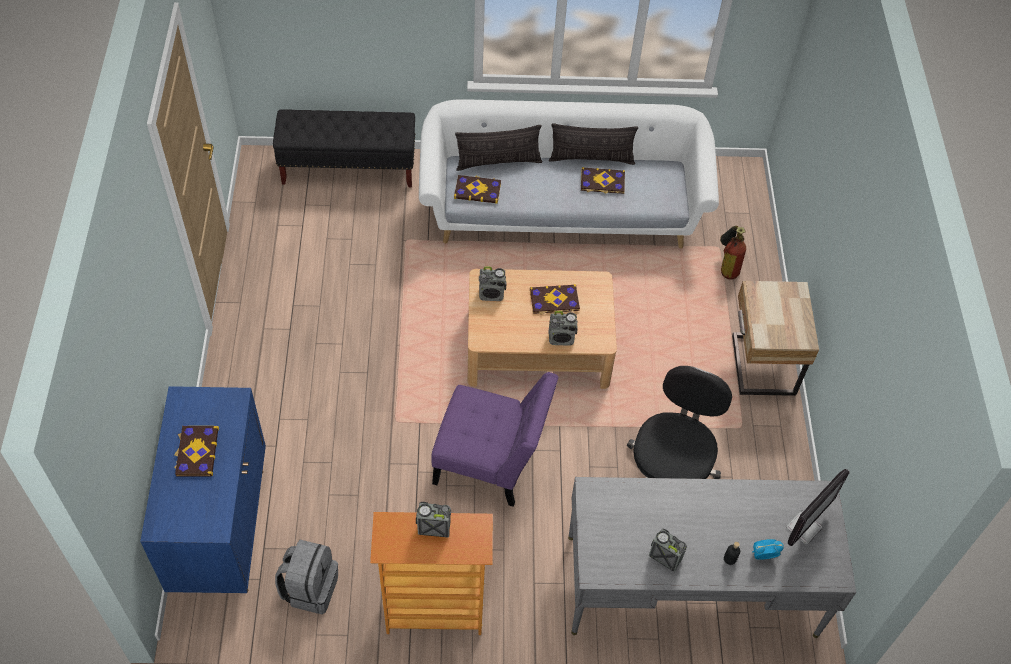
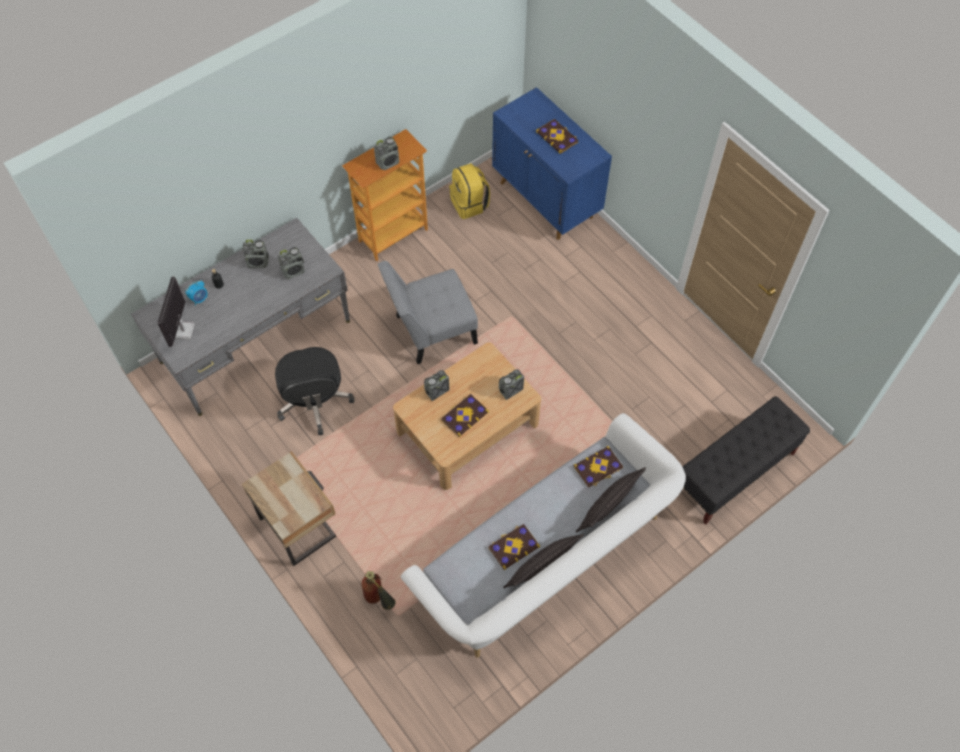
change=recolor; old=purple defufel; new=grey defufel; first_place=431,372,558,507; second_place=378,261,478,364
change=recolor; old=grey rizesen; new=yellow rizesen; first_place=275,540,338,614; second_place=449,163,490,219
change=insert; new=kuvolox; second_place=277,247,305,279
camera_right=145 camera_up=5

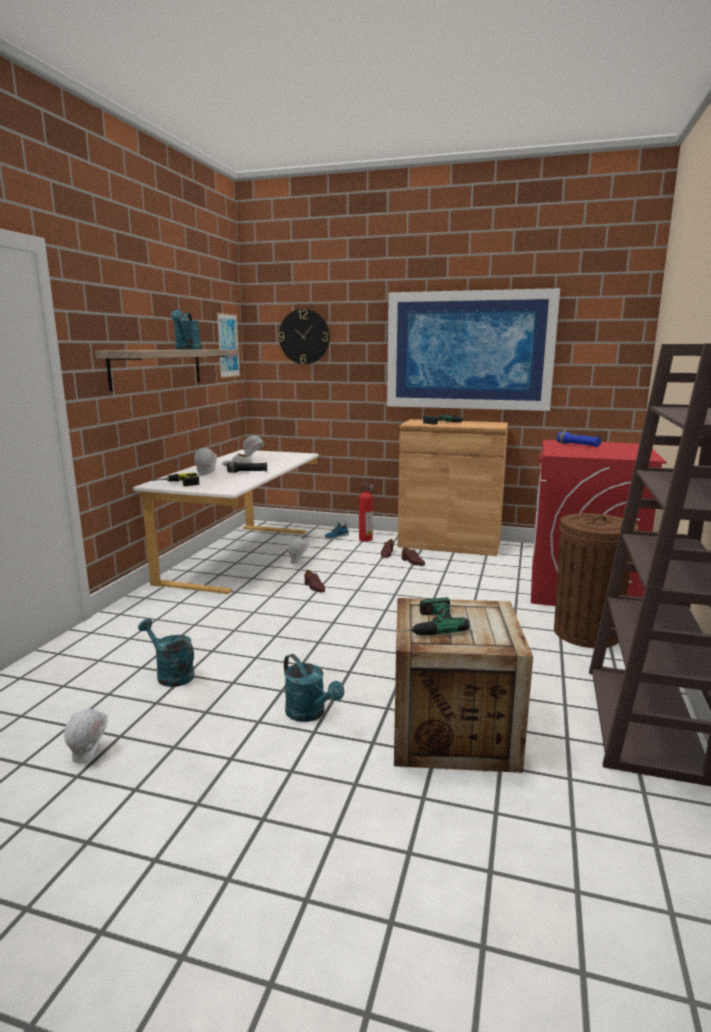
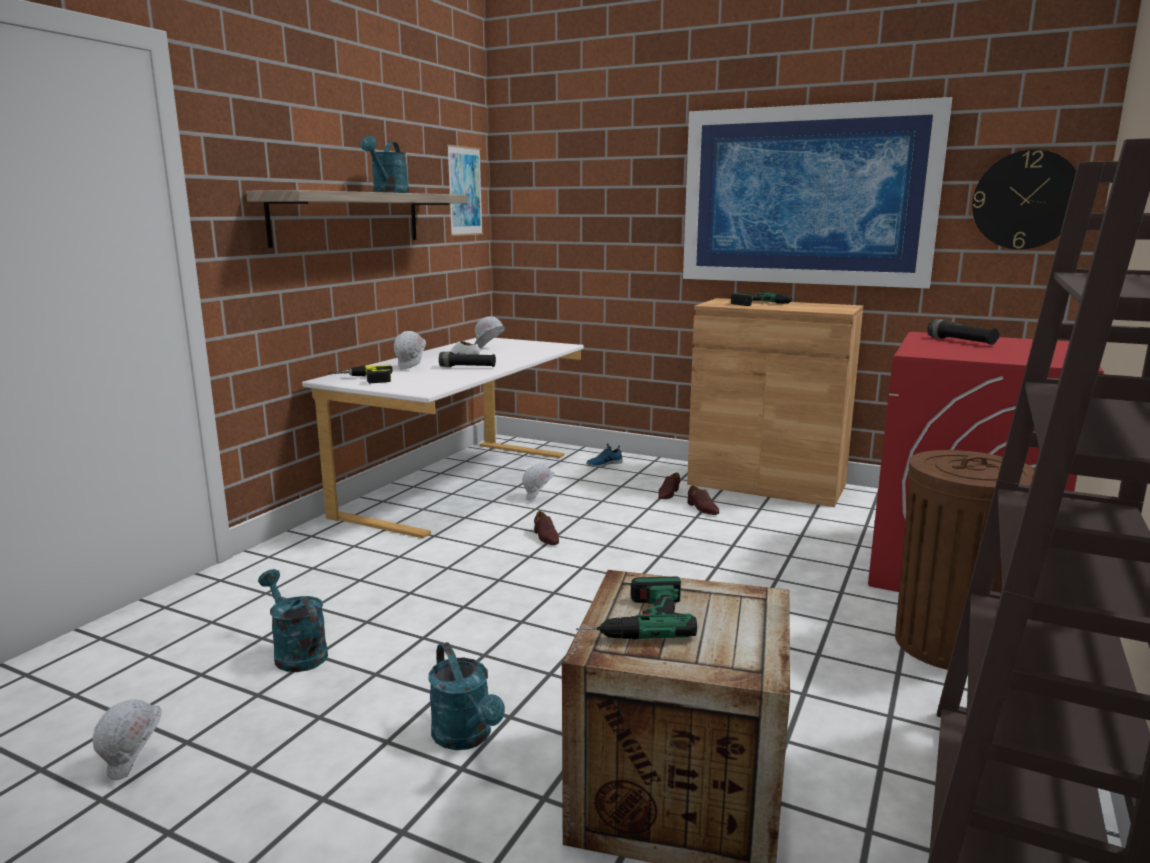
change=move; old=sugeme; first_place=279,309,330,364; second_place=972,149,1076,249
change=recolor; old=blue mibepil; new=black mibepil; first_place=557,432,601,447; second_place=928,319,1000,345
change=delete; old=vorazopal; first_place=359,481,374,542
camera_right=10 camera_up=0

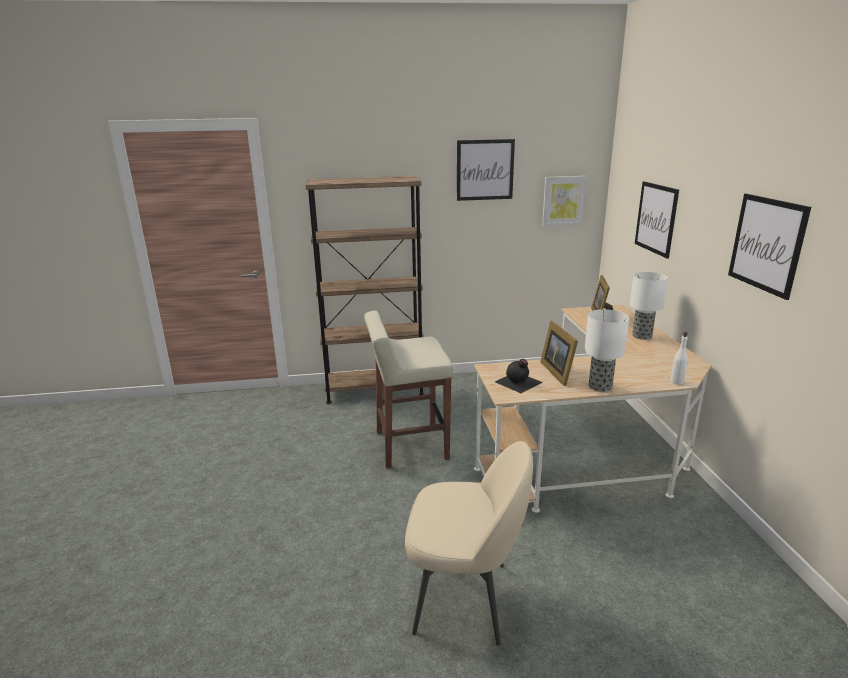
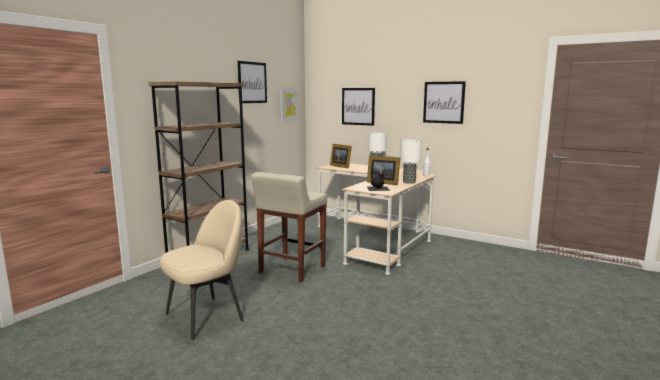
change=move; old=beige defufel; first_place=405,441,533,646; second_place=160,200,244,340
camera_right=-50 camera_up=-10

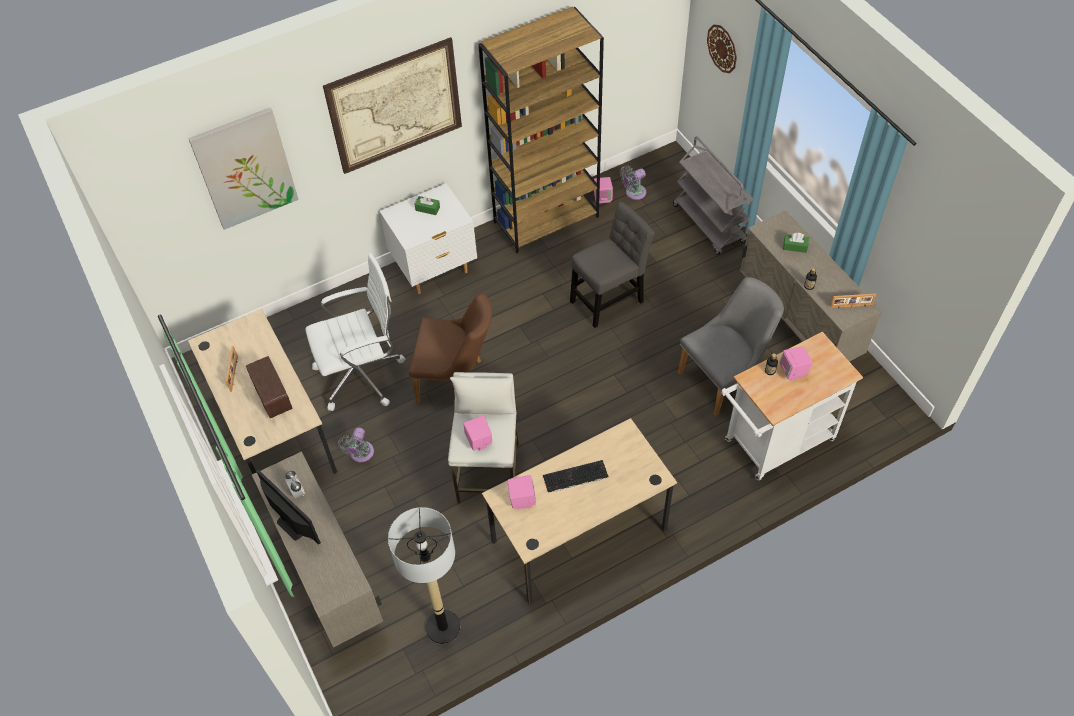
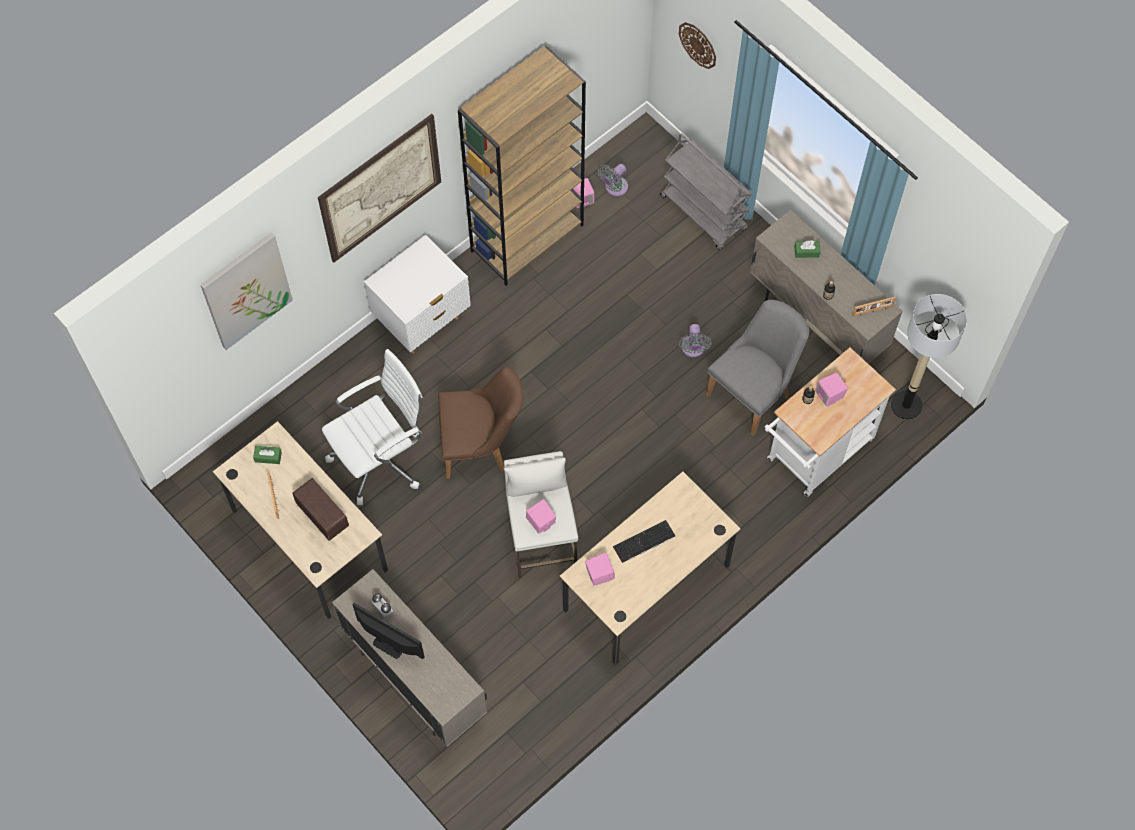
change=move; old=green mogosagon; first_place=414,196,440,215; second_place=253,446,282,464
change=delete; old=grey defufel; first_place=570,202,655,328
change=move; old=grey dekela; first_place=338,427,374,462; second_place=679,324,712,357
change=move; old=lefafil; first_place=388,507,460,644; second_place=891,294,967,420
camera_right=-15 camera_up=10

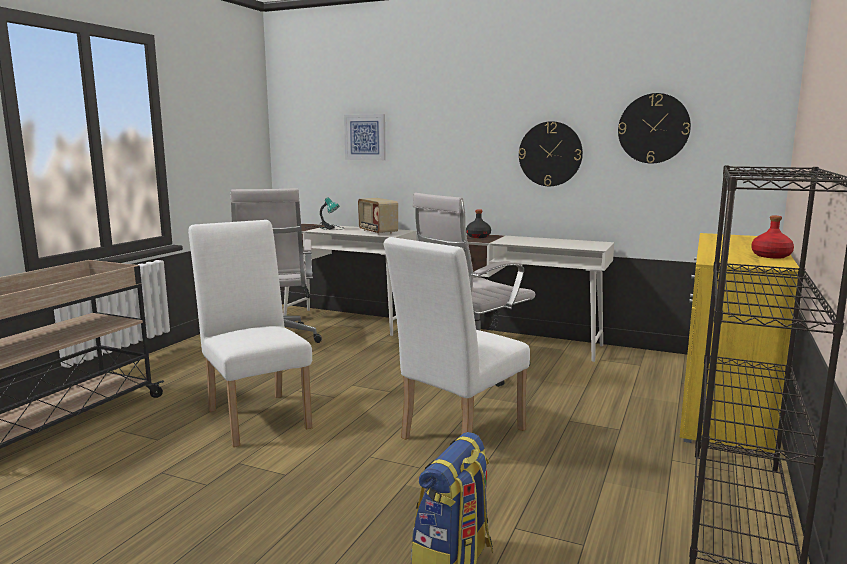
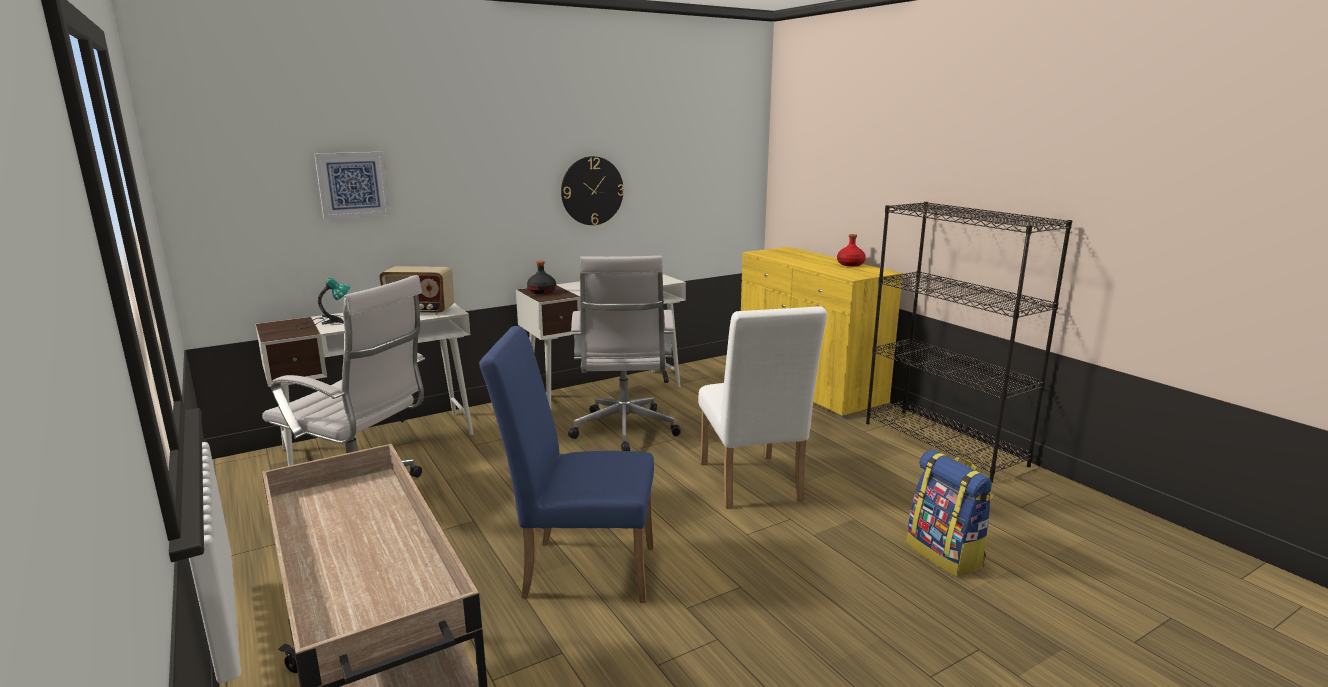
change=delete; old=sugeme; first_place=618,93,691,163
change=recolor; old=white defufel; new=blue defufel; first_place=188,220,312,447; second_place=479,326,654,603
camera_right=-55 camera_up=5

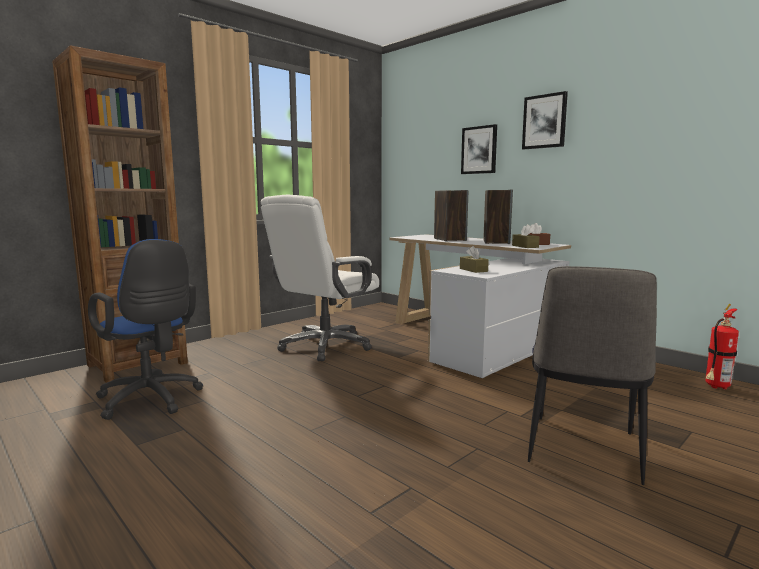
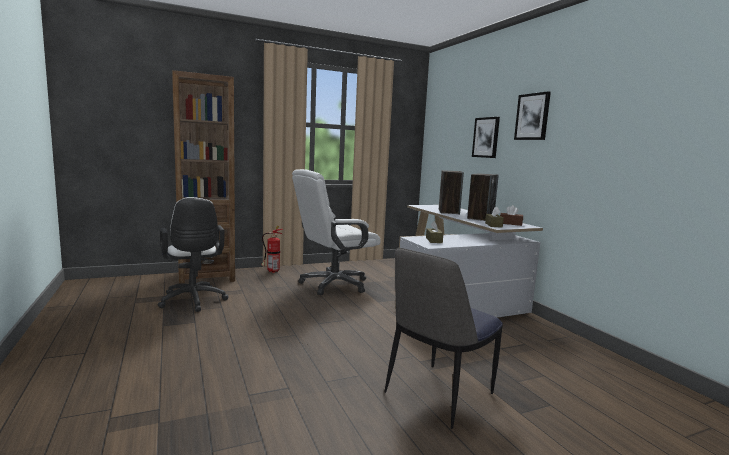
change=recolor; old=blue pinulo; new=white pinulo; first_place=88,239,203,420; second_place=158,197,229,312
change=move; old=vorazopal; first_place=706,304,739,389; second_place=261,225,283,273
camera_right=20 camera_up=0

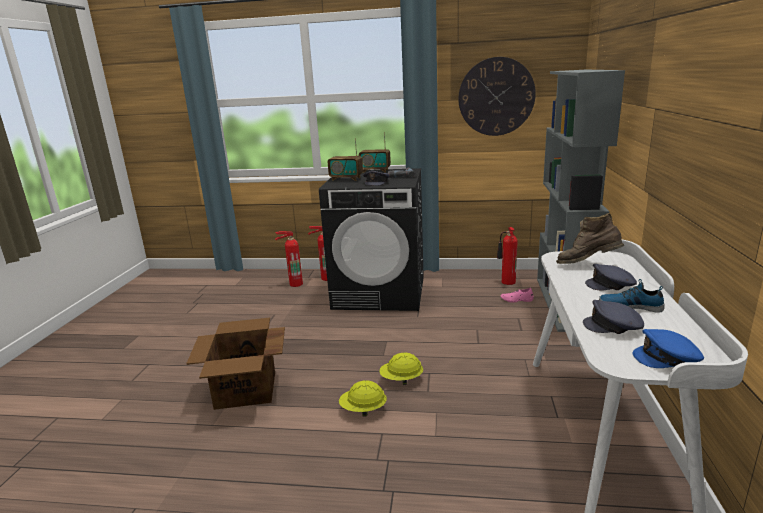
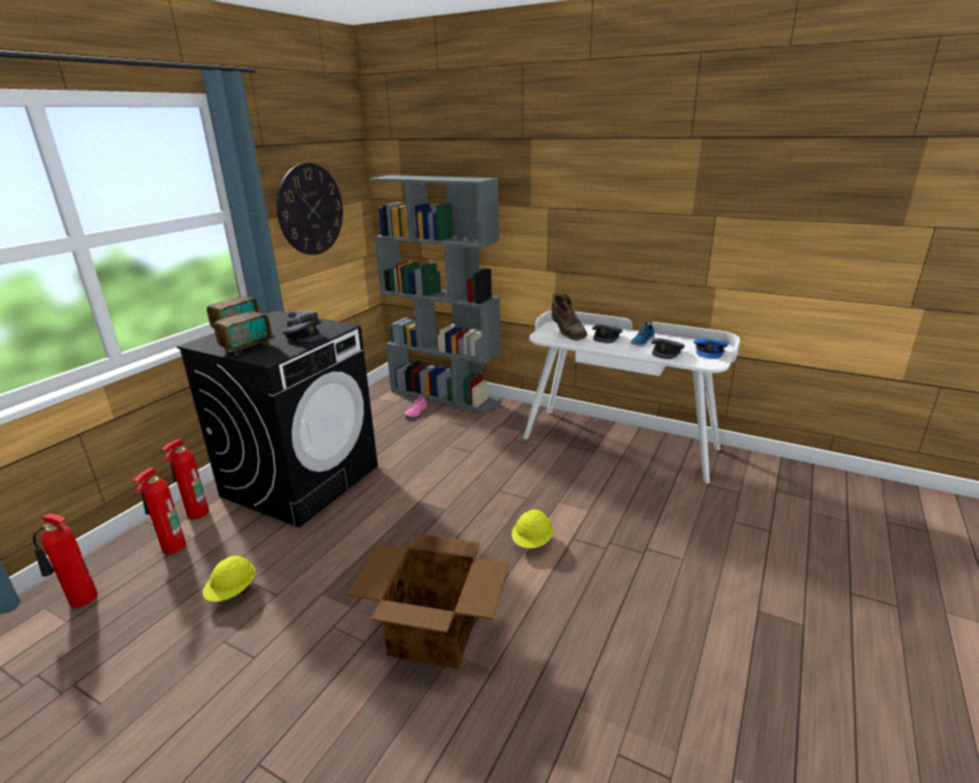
change=rotate; old=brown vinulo; first_place=556,213,624,264; second_place=552,292,587,340; degrees=-60
change=move; old=vorazopal; first_place=497,227,518,285; second_place=33,514,98,607
change=move; old=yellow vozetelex; first_place=379,352,423,385; second_place=203,556,256,602
camera_right=-70 camera_up=5

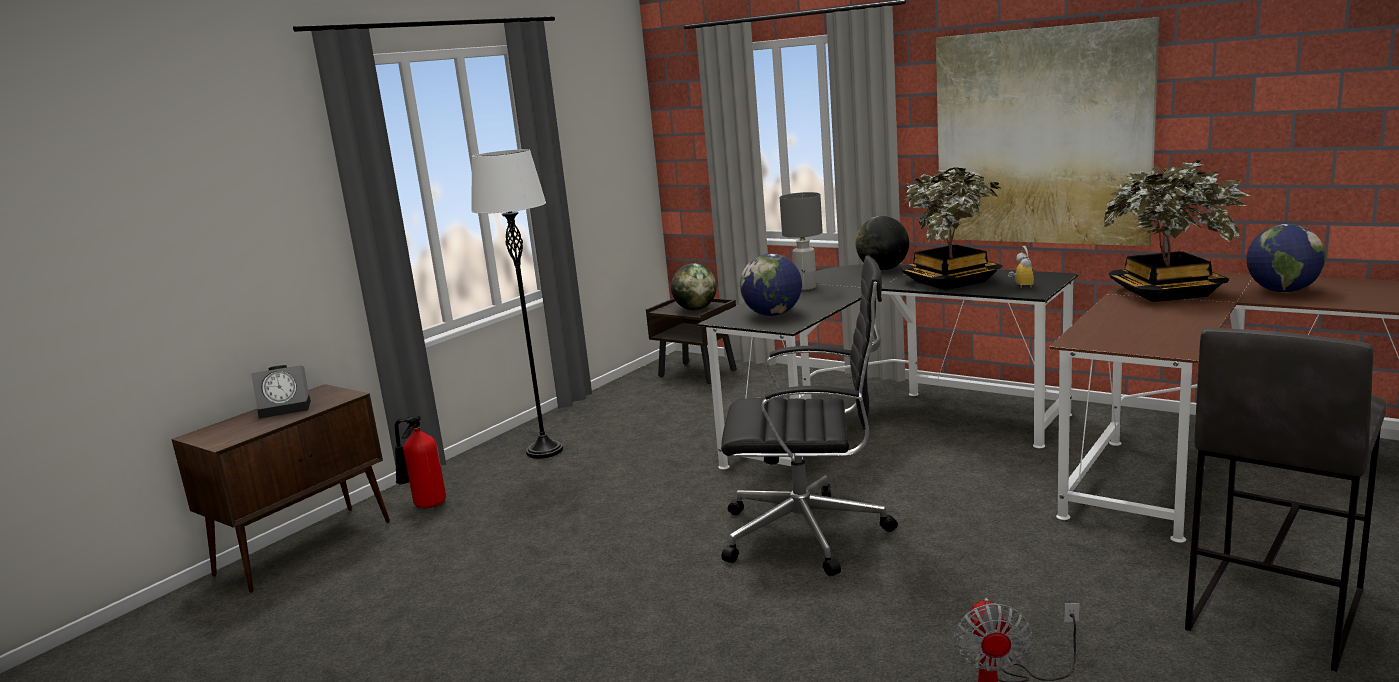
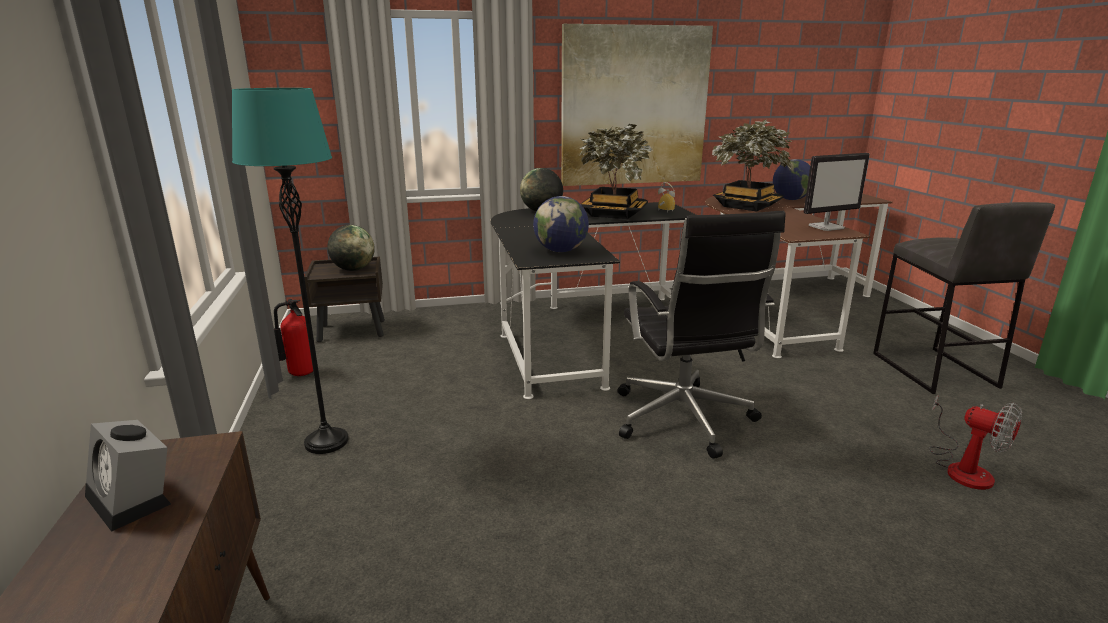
change=recolor; old=white lefafil; new=turquoise lefafil; first_place=471,149,563,459; second_place=232,88,349,454
change=delete; old=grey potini; first_place=779,192,823,290
change=rotate; old=black pinulo; first_place=721,255,898,576; second_place=617,211,786,458; degrees=120
change=rotate; old=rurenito; first_place=251,365,311,419; second_place=85,420,171,532; degrees=105
change=move; old=vorazopal; first_place=395,415,446,508; second_place=274,299,313,376
change=insert; new=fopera; second_place=804,153,870,231
camera_right=-50 camera_up=5

